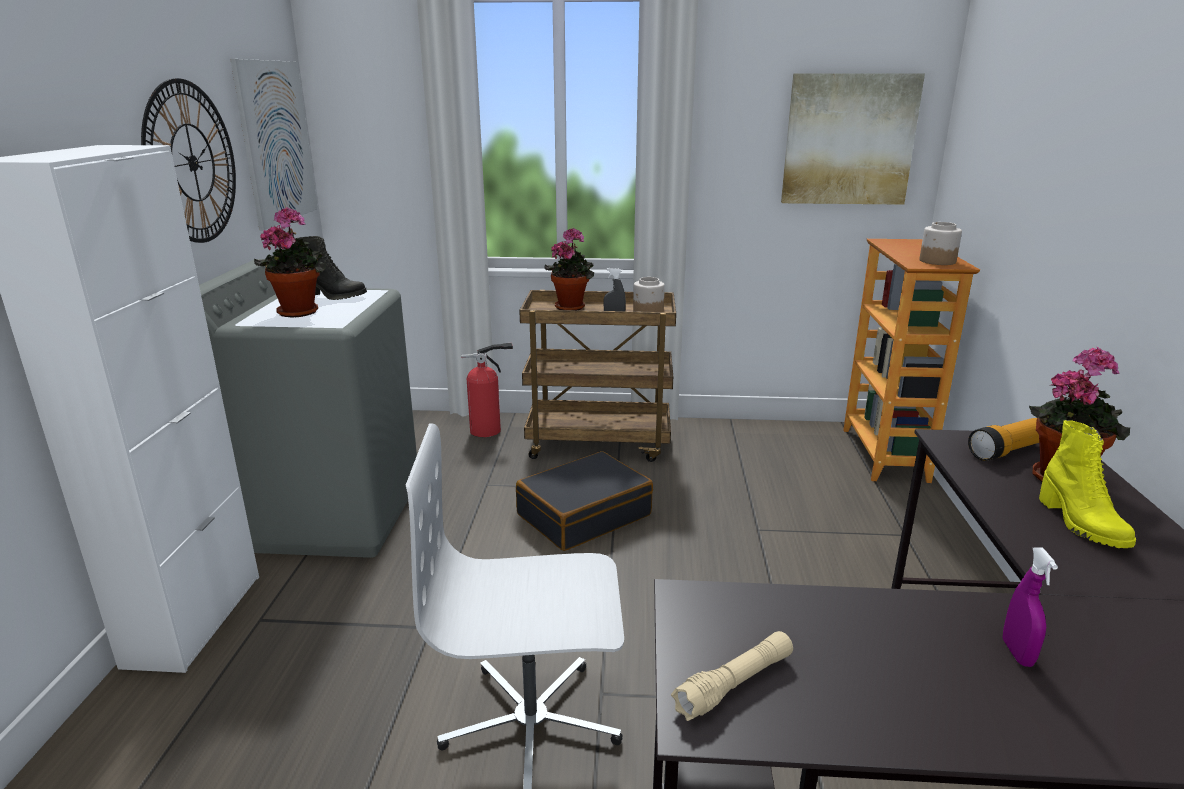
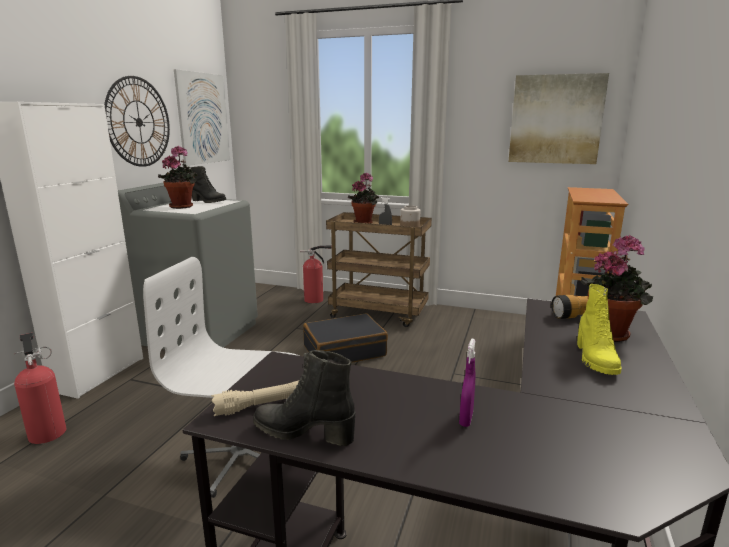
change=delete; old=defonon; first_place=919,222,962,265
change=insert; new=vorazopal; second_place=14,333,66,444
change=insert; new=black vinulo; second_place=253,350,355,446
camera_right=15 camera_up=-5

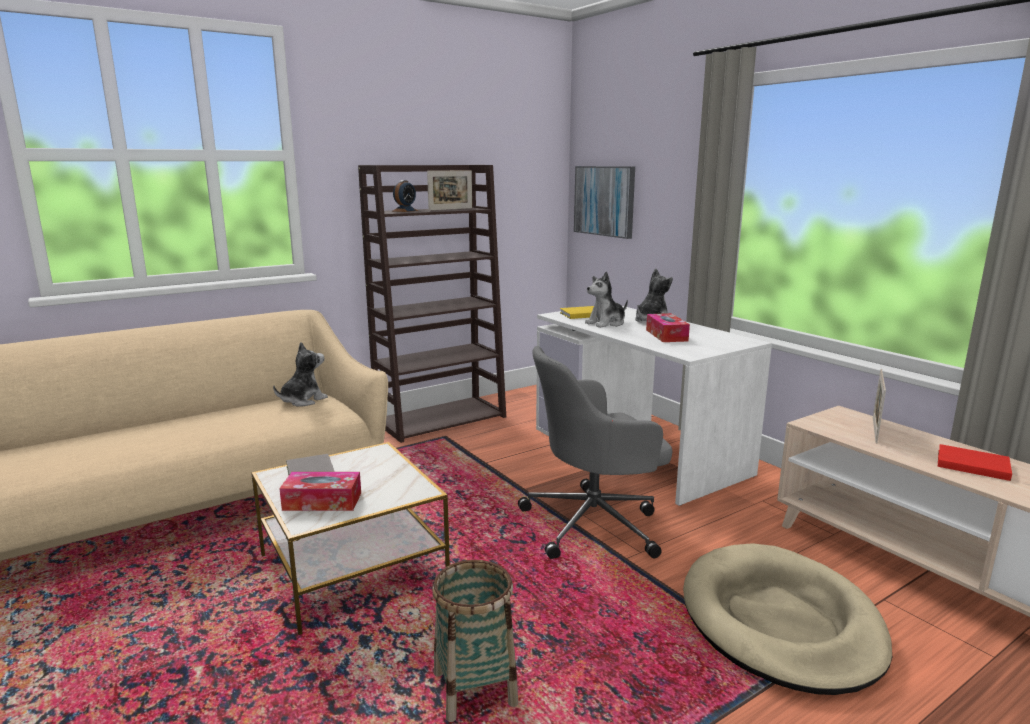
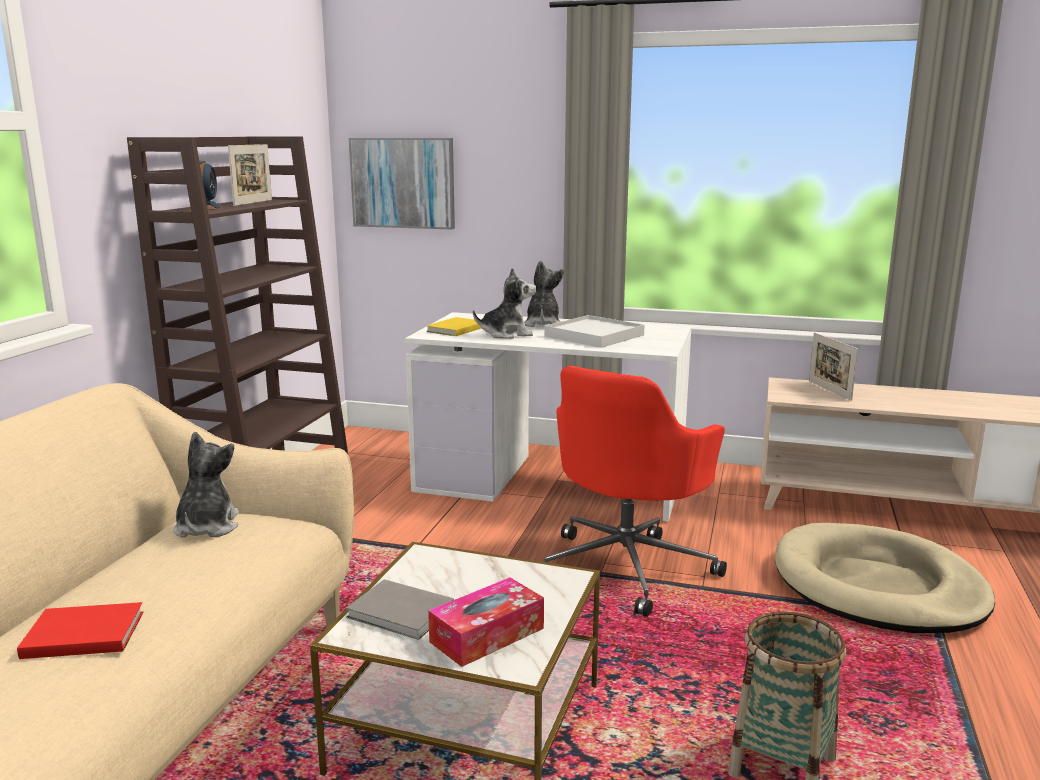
change=rotate; old=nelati; first_place=585,272,628,328; second_place=473,268,536,339; degrees=-120
change=replace; old=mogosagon; new=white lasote; first_place=646,313,690,342; second_place=544,315,645,348
change=recolor; old=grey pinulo; new=red pinulo; first_place=518,346,672,559; second_place=544,366,727,617
change=move; old=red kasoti; first_place=938,444,1012,481; second_place=17,602,144,659
camera_right=-40 camera_up=0

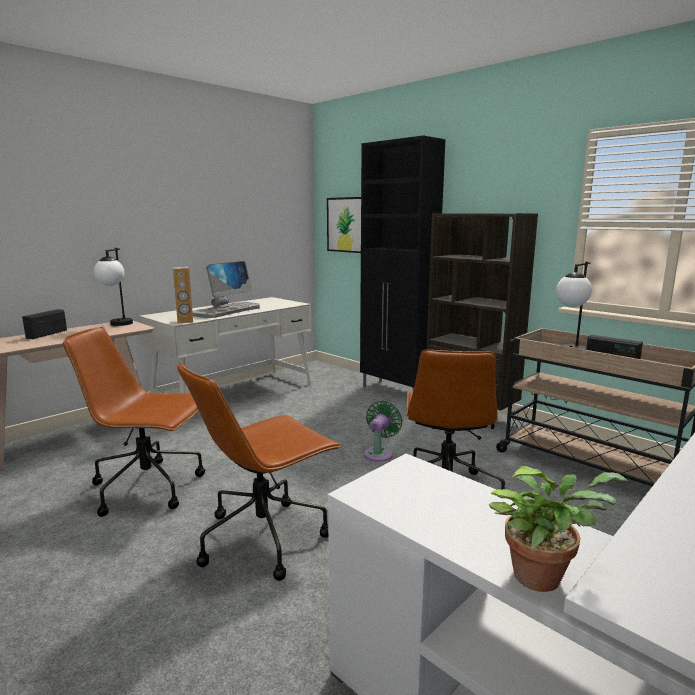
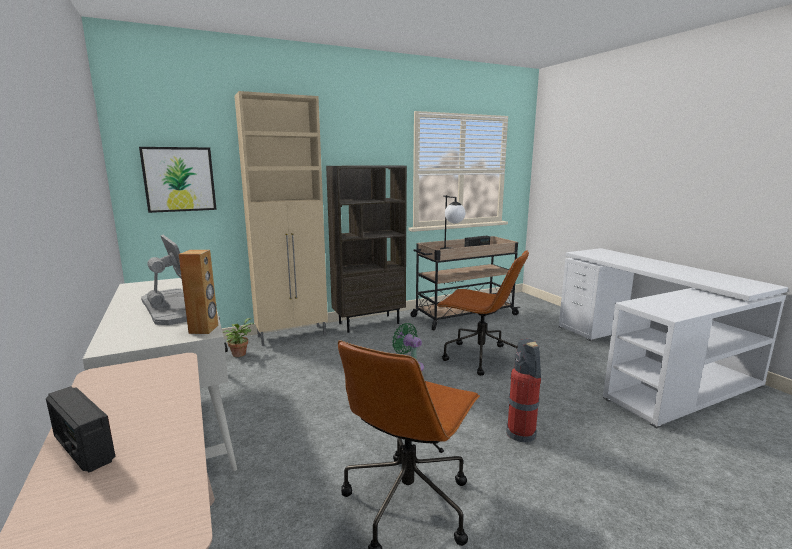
change=recolor; old=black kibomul; new=beige kibomul; first_place=360,135,445,391; second_place=235,91,328,346
change=delete; old=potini; first_place=94,248,133,326
change=replace; old=brown pinulo; new=vorazopal; first_place=177,362,342,581; second_place=506,339,541,442
change=move; old=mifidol; first_place=489,466,628,592; second_place=223,318,254,357
camera_right=-70 camera_up=0

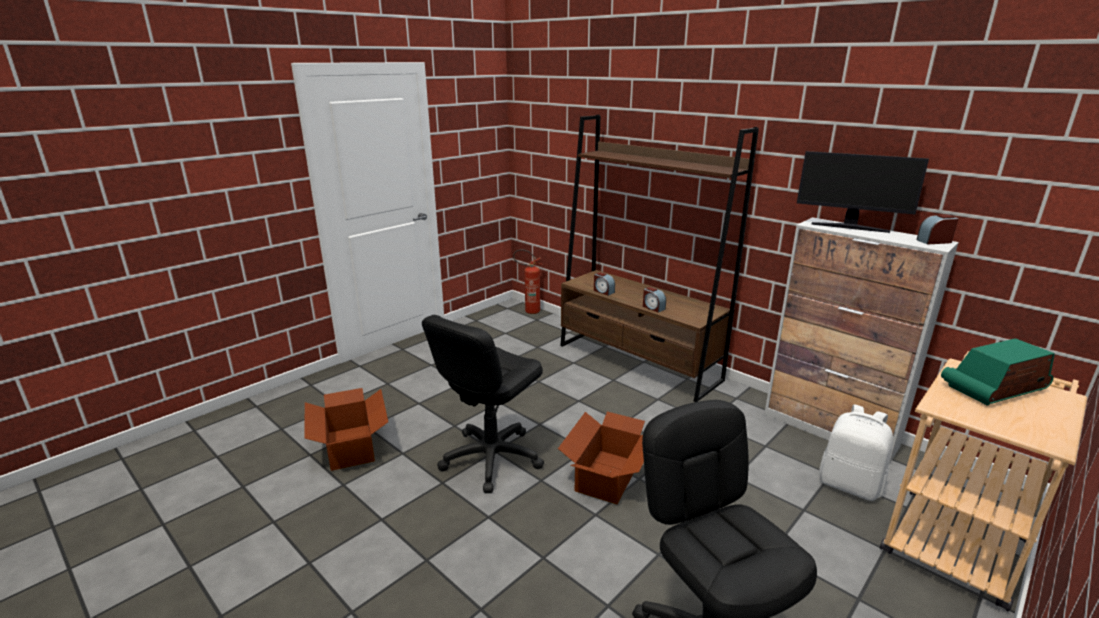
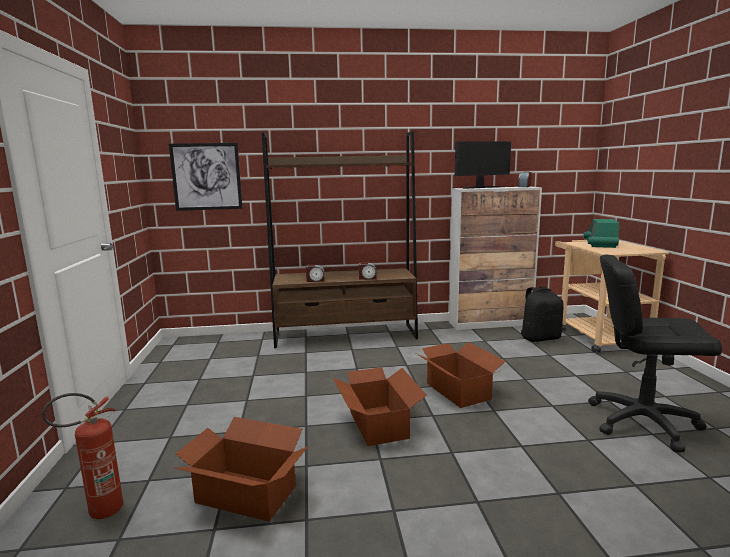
change=move; old=vorazopal; first_place=513,249,543,314; second_place=42,393,123,519
change=replace; old=black pinulo; new=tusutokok; first_place=422,315,544,493; second_place=333,367,427,446
change=recolor; old=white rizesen; new=black rizesen; first_place=819,404,893,501; second_place=521,286,564,342
change=insert; new=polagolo; second_place=169,143,243,211
camera_right=-50 camera_up=-10

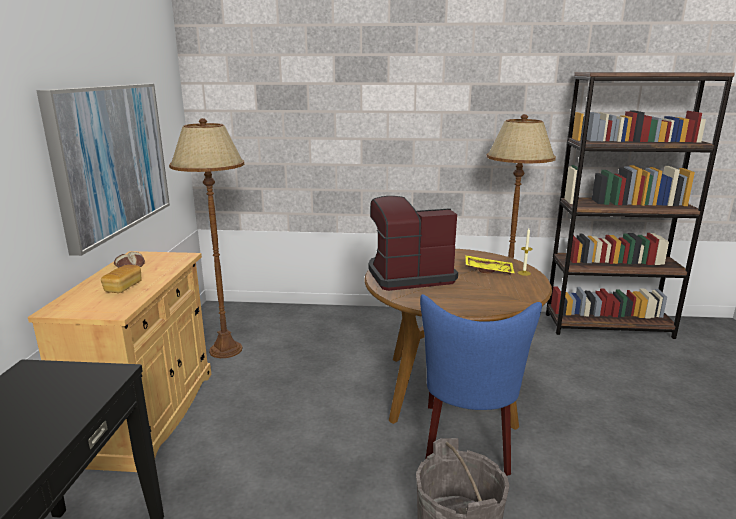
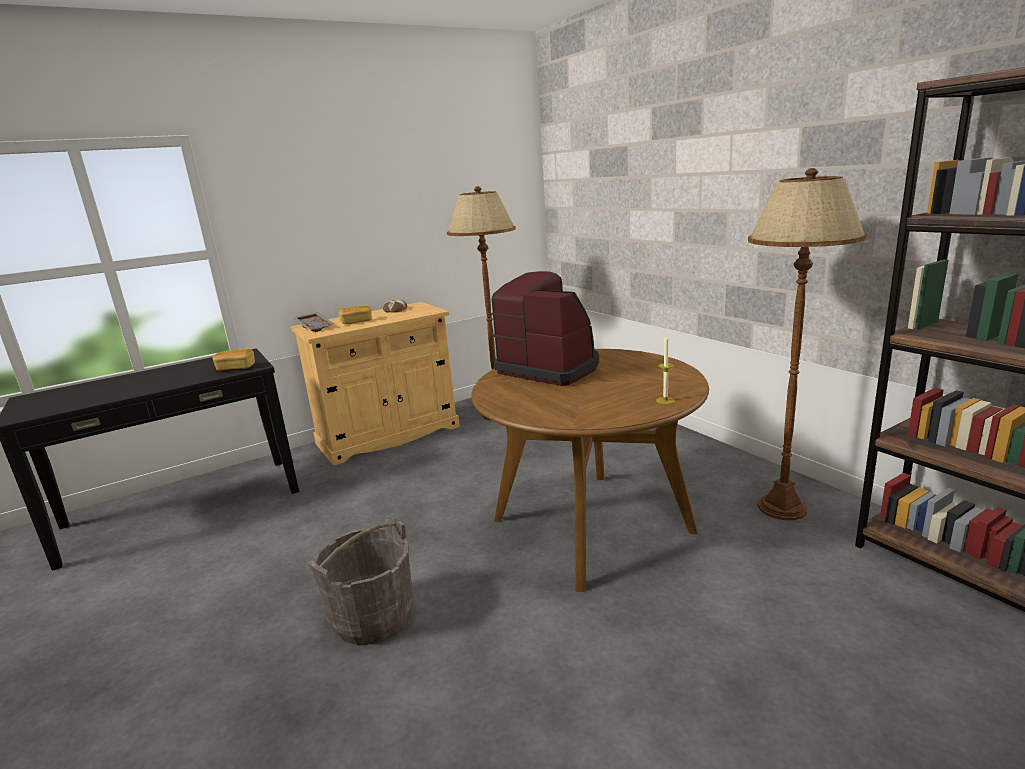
change=delete; old=polagolo; first_place=36,84,170,256
change=delete; old=yellow lasote; first_place=465,255,515,274
change=delete; old=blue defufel; first_place=420,294,542,476
change=insert; new=grey lasote; second_place=294,312,335,332
change=insert; new=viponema; second_place=212,349,255,371
camera_right=55 camera_up=0

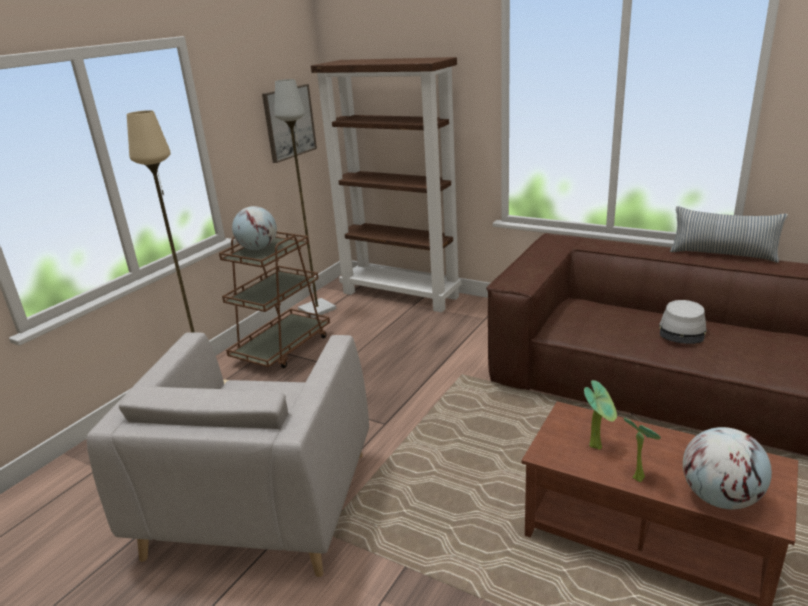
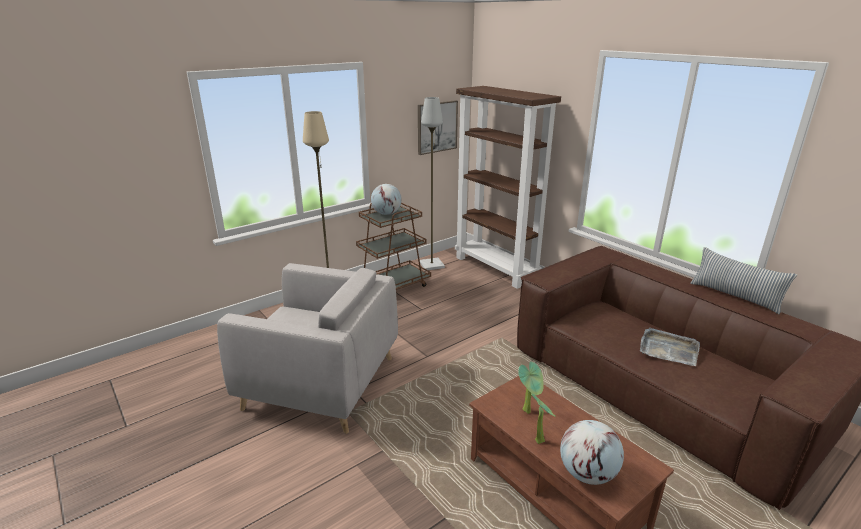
change=replace; old=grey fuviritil; new=grey lasote; first_place=659,300,707,344; second_place=640,328,700,366
change=rotate; old=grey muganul; first_place=87,332,369,577; second_place=217,263,398,434; degrees=-105
camera_right=20 camera_up=0

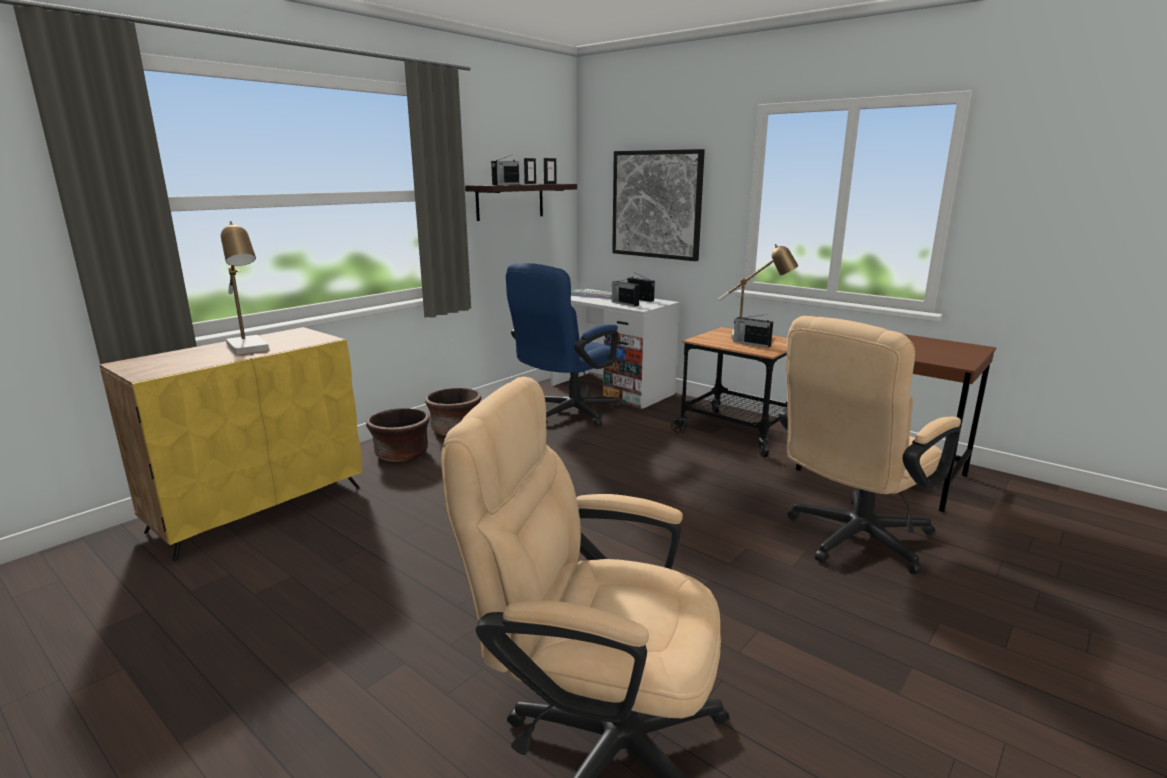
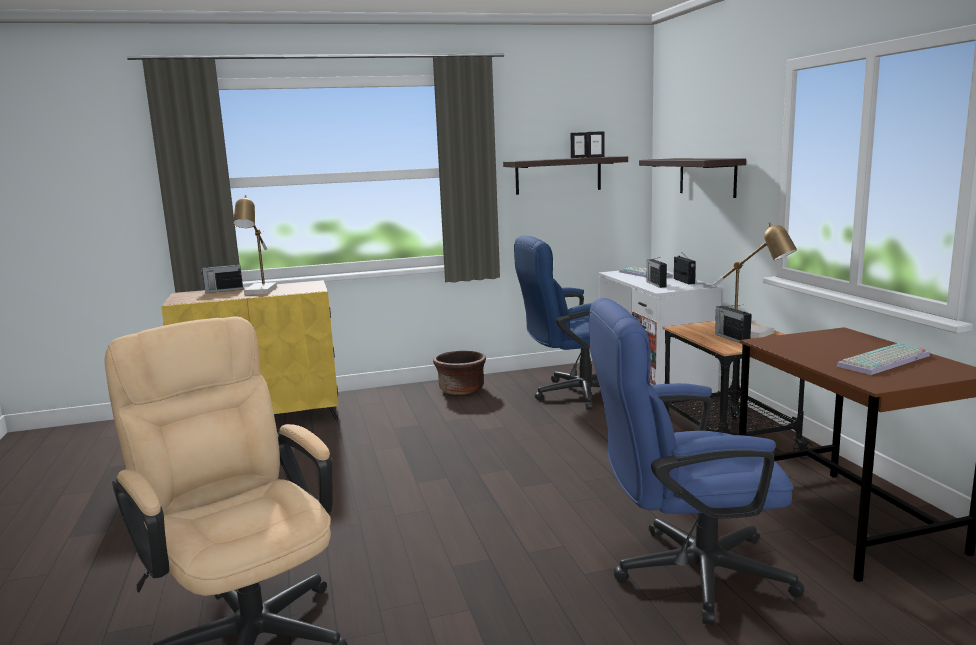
change=replace; old=polagolo; new=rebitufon; first_place=612,149,705,261; second_place=639,158,746,198
change=move; old=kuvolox; first_place=491,155,519,185; second_place=201,260,243,293
change=recolor; old=beige pinulo; new=blue pinulo; first_place=779,316,961,574; second_place=589,298,805,625
change=delete; old=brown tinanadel; first_place=366,408,430,462
change=insert; new=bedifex; second_place=837,343,930,375
camera_right=35 camera_up=-5

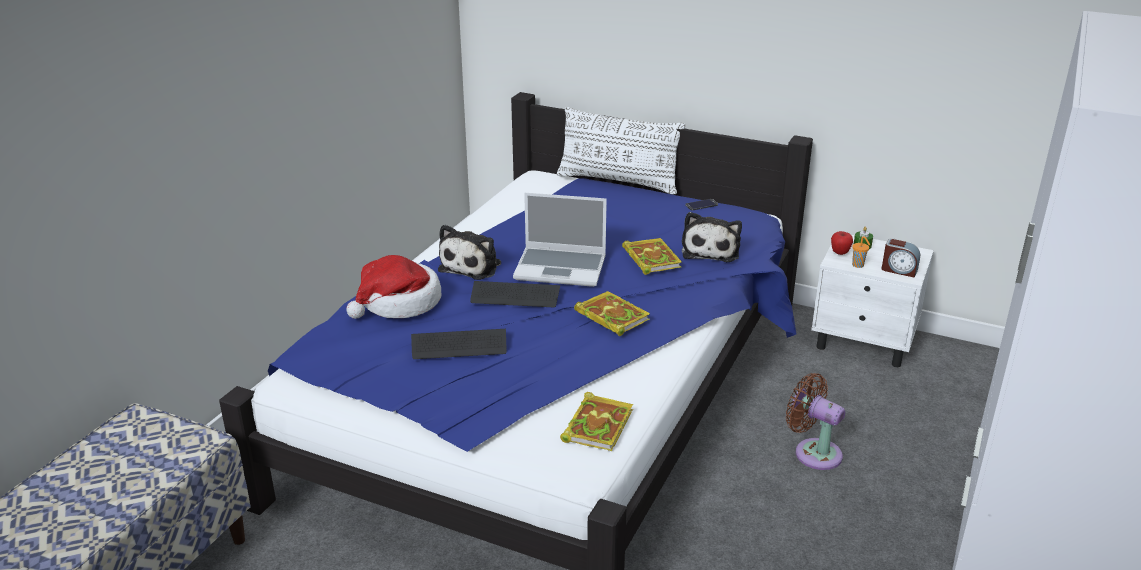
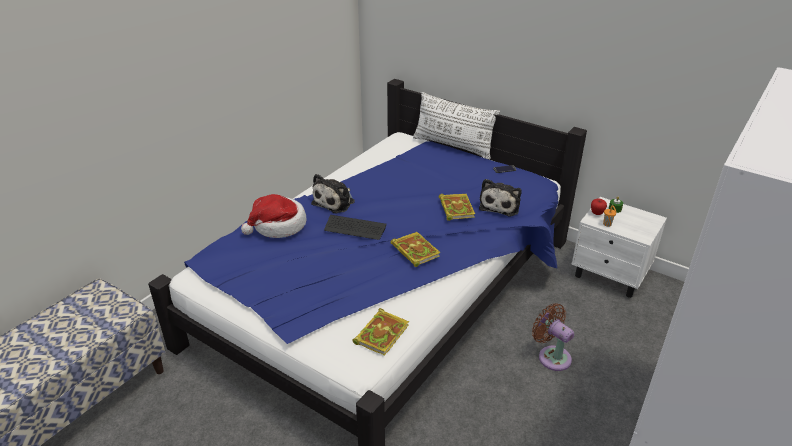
change=delete; old=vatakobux; first_place=513,193,607,287
change=delete; old=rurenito; first_place=881,238,920,278
change=delete; old=bedifex; first_place=411,329,506,359
camera_right=10 camera_up=5

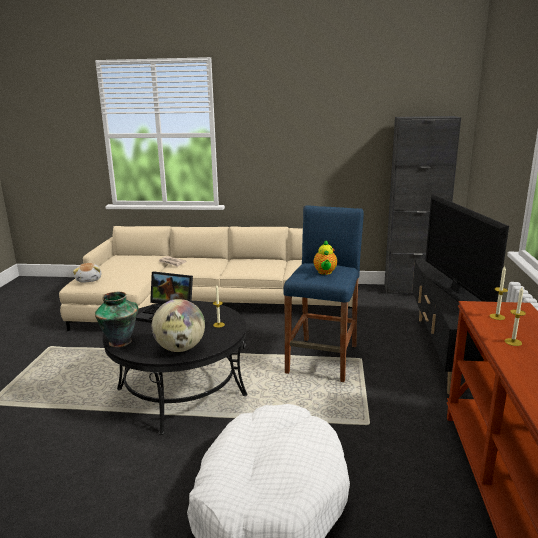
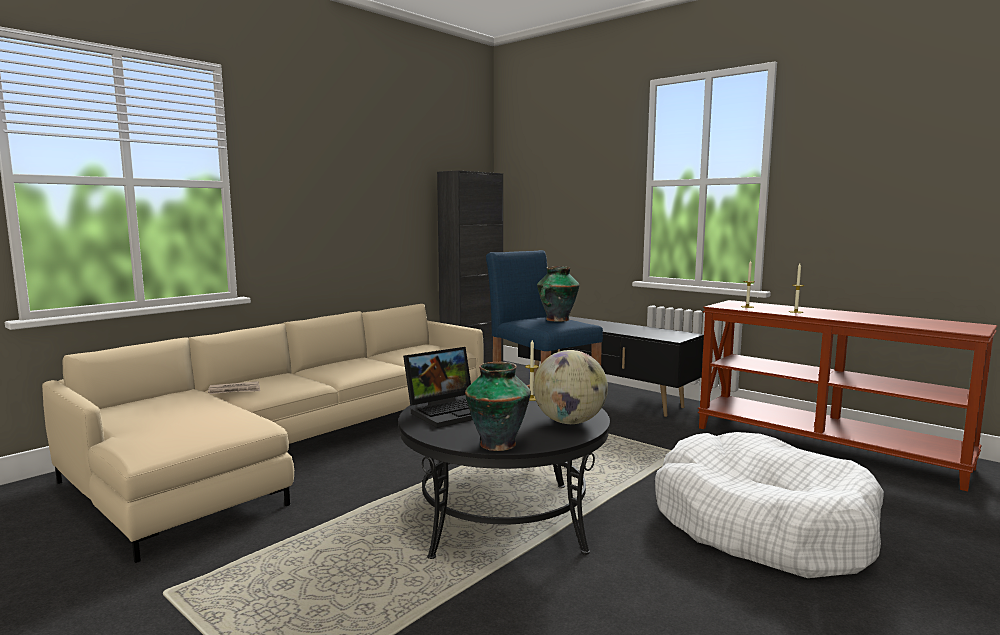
change=delete; old=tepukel; first_place=425,194,509,302
change=replace; old=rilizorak; new=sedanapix; first_place=314,240,337,275; second_place=537,266,580,322
change=delete; old=nelati; first_place=73,263,101,283
camera_right=-55 camera_up=-10

